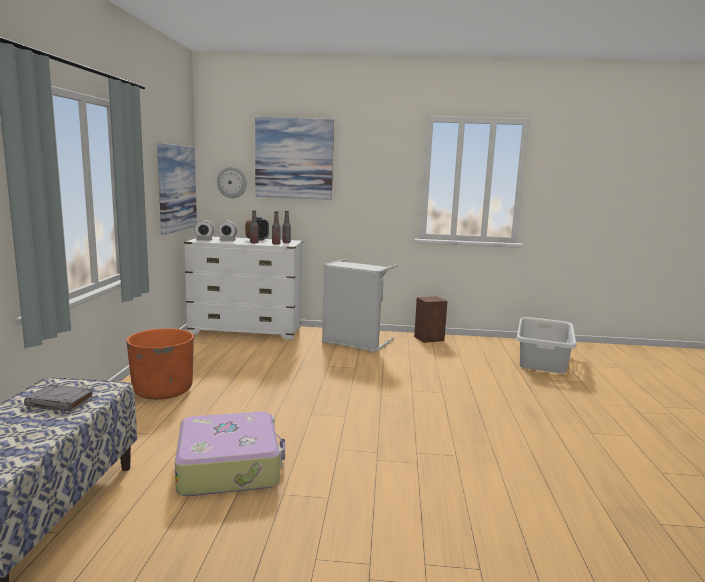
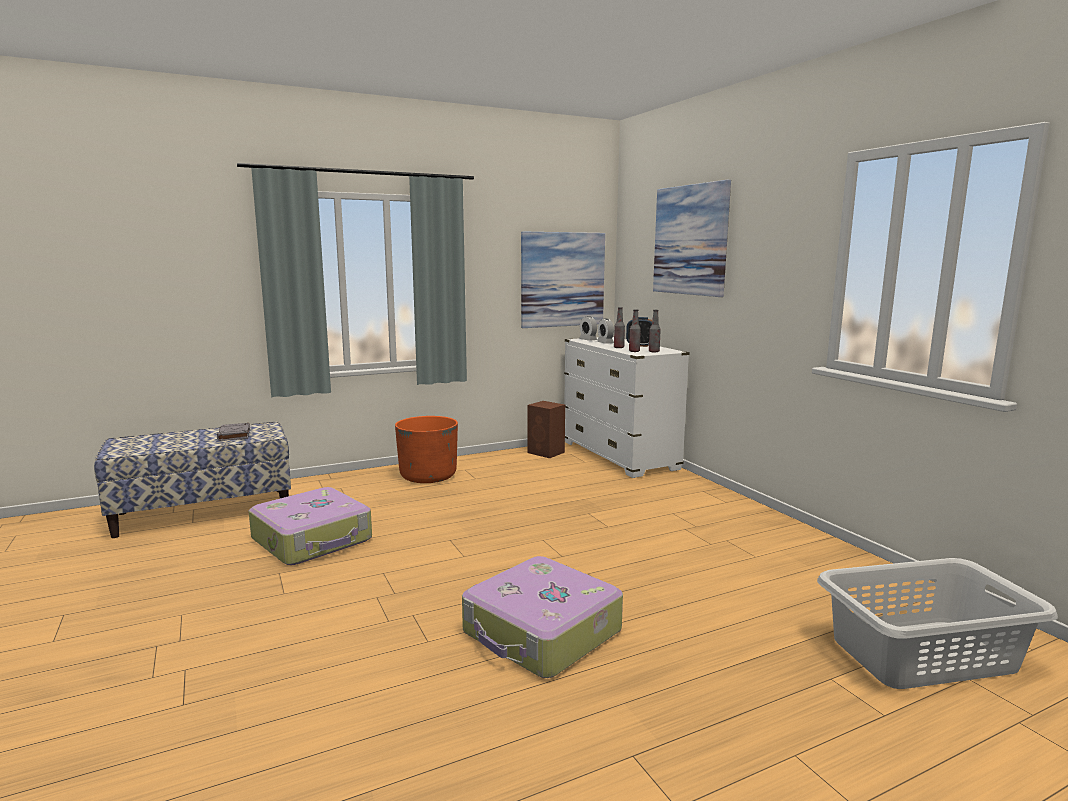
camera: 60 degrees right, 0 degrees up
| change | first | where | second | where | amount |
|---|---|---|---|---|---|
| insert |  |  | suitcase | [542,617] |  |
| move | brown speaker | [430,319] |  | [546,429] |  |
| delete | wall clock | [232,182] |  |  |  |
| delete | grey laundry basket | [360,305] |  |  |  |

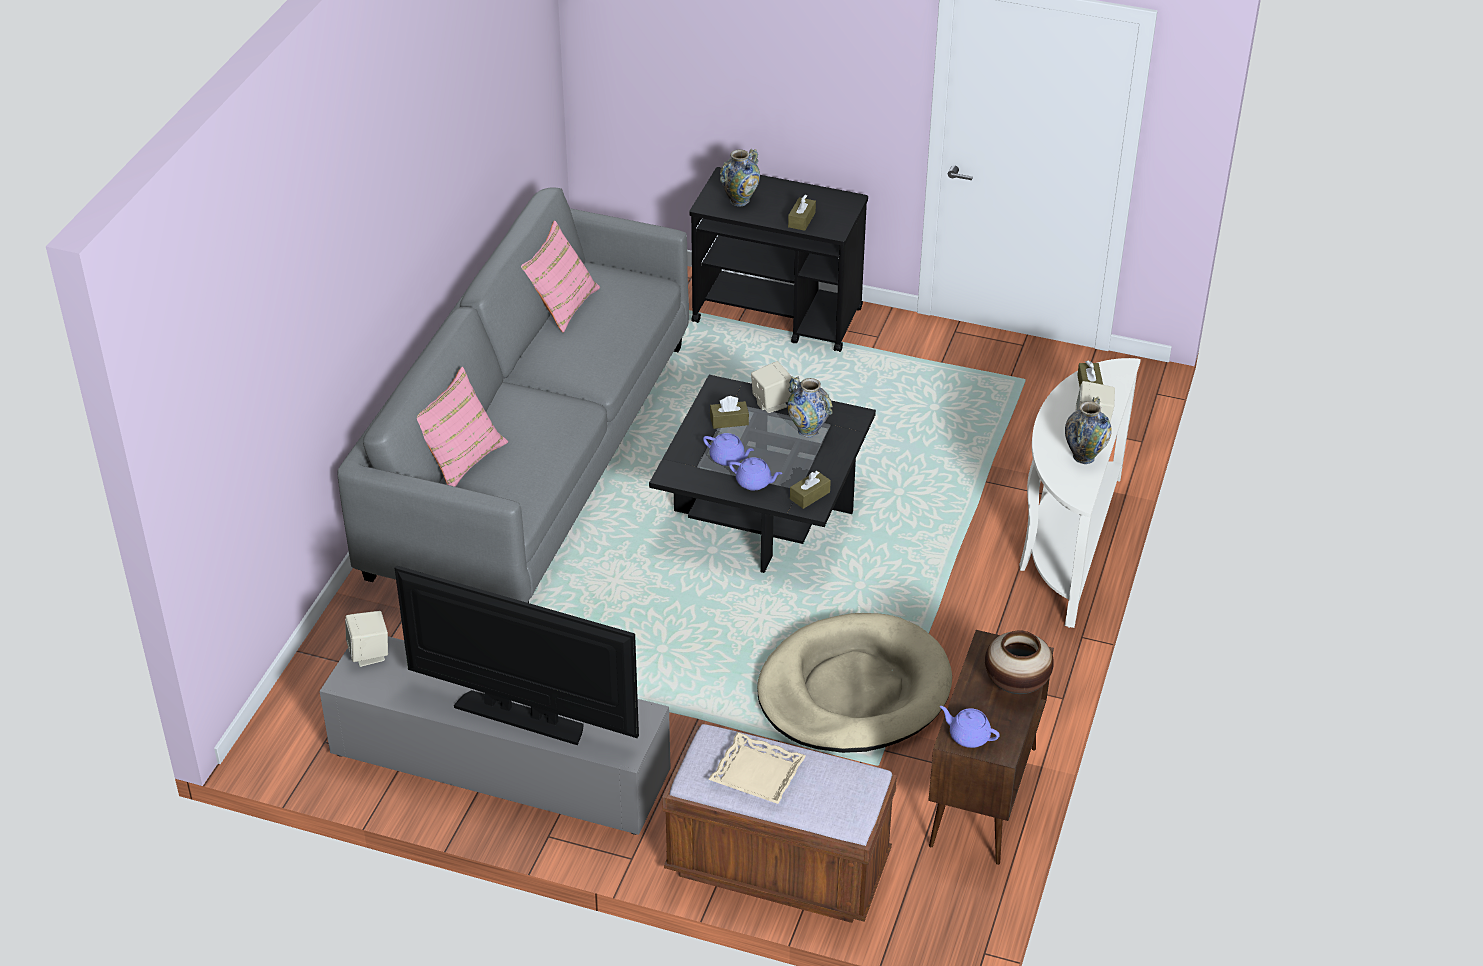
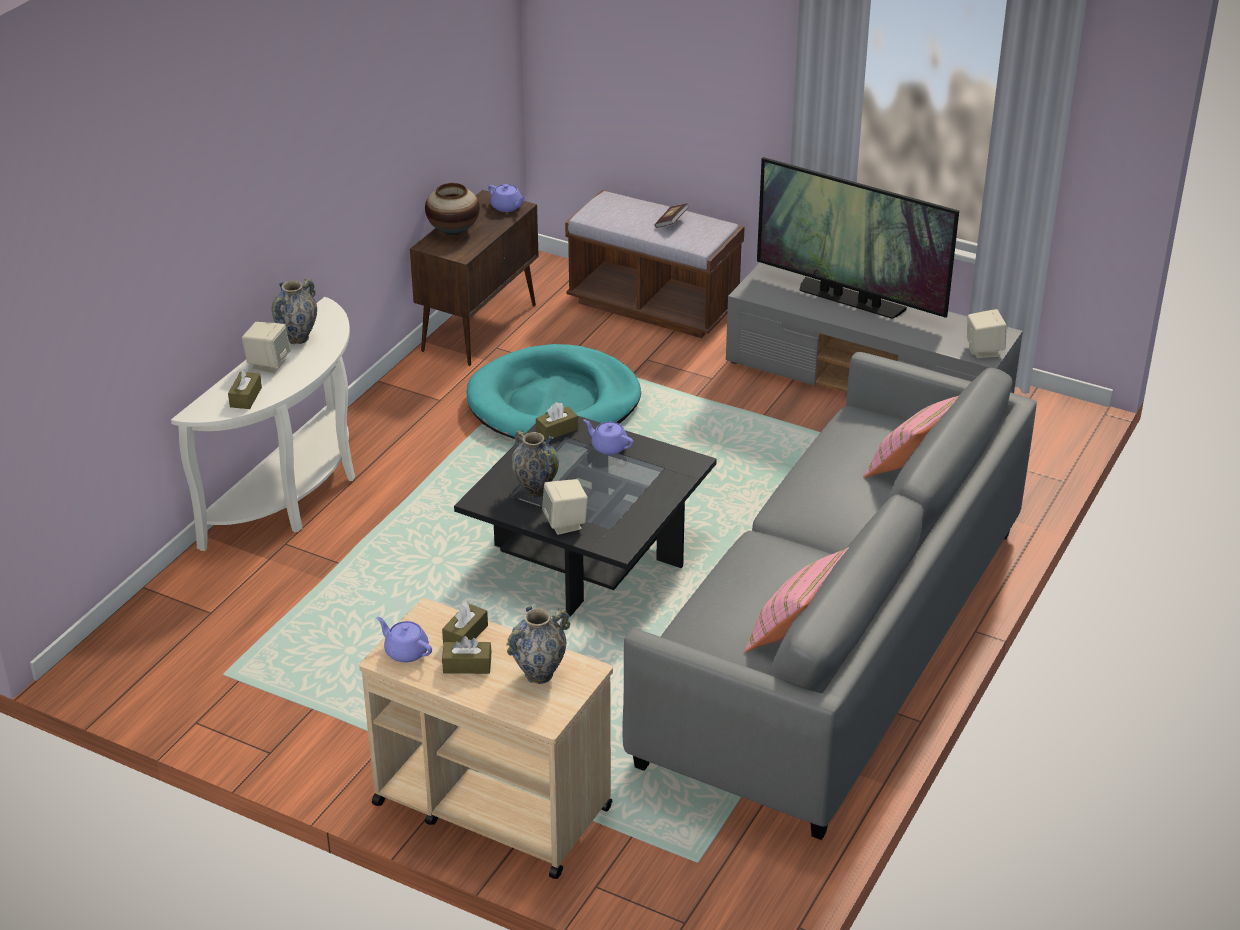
camera: 170 degrees left, 5 degrees down
| change | first | where | second | where | amount |
|---|---|---|---|---|---|
| recolor | black cart | [778,259] | beige cart | [486,738] |  |
| move | purple teapot | [728,449] |  | [404,640] |  |
| move | brown tissue box | [729,412] |  | [467,655] |  |
| recolor | beige dog bed | [854,683] | turquoise dog bed | [553,391] |  |
| replace | beige tray | [757,768] | book | [672,215] |  |

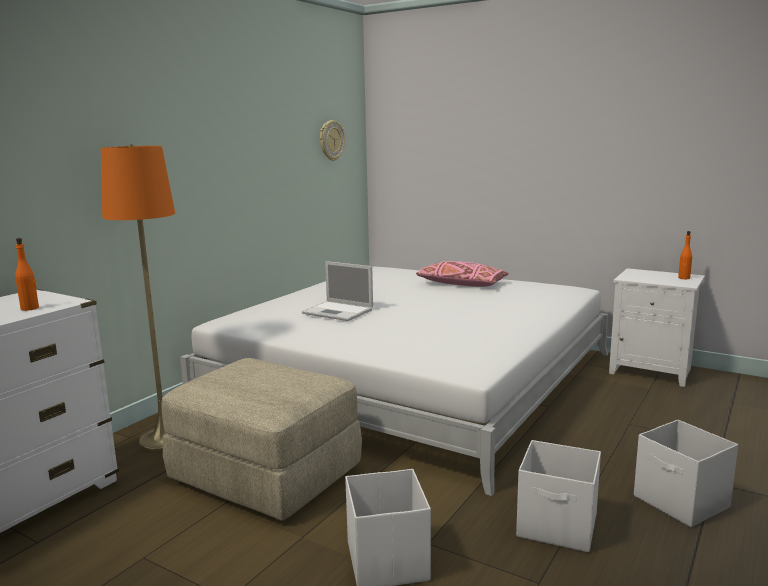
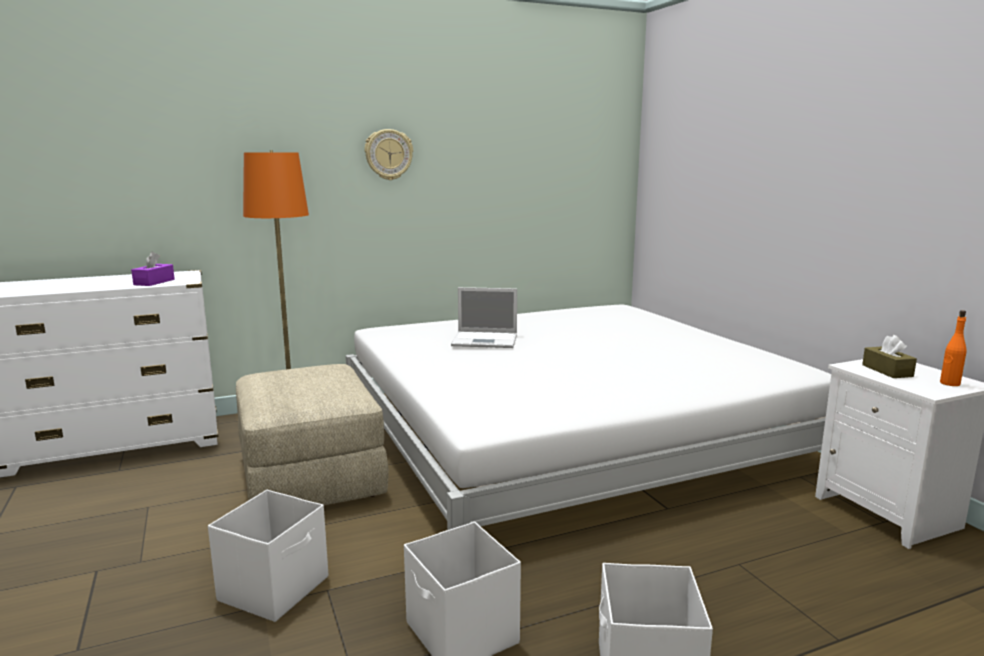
camera: 35 degrees right, 0 degrees up
| change | first | where | second | where | amount |
|---|---|---|---|---|---|
| replace | orange bottle | [27,274] | purple tissue box | [153,269] |  |
| move | wall clock | [332,140] |  | [389,154] |  |
| rotate | laptop | [337,291] |  | [484,317] | 60 degrees counterclockwise |
| insert |  |  | brown tissue box | [889,356] |  |
| delete | pink pillow | [462,274] |  |  |  |

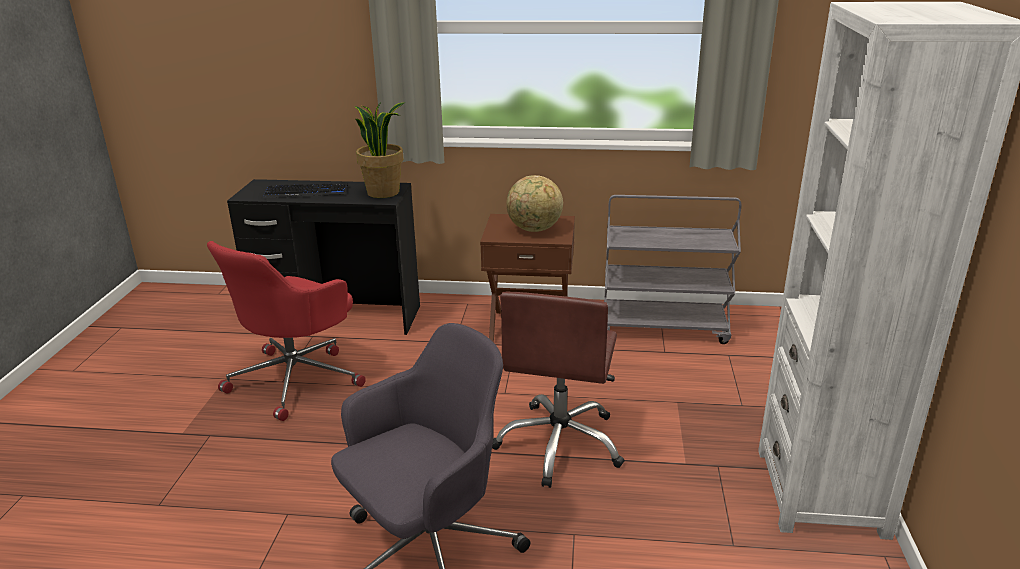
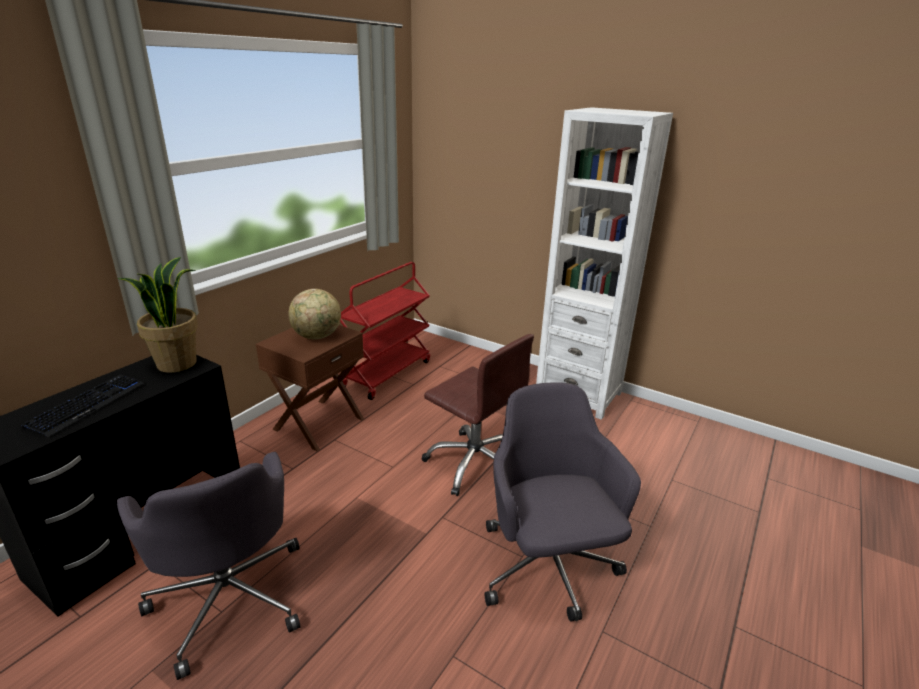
camera: 65 degrees left, 0 degrees up
| change | first | where | second | where | amount |
|---|---|---|---|---|---|
| recolor | red office chair | [286,331] | grey office chair | [208,566] |  |
| recolor | grey cart | [672,269] | red cart | [385,331] |  |

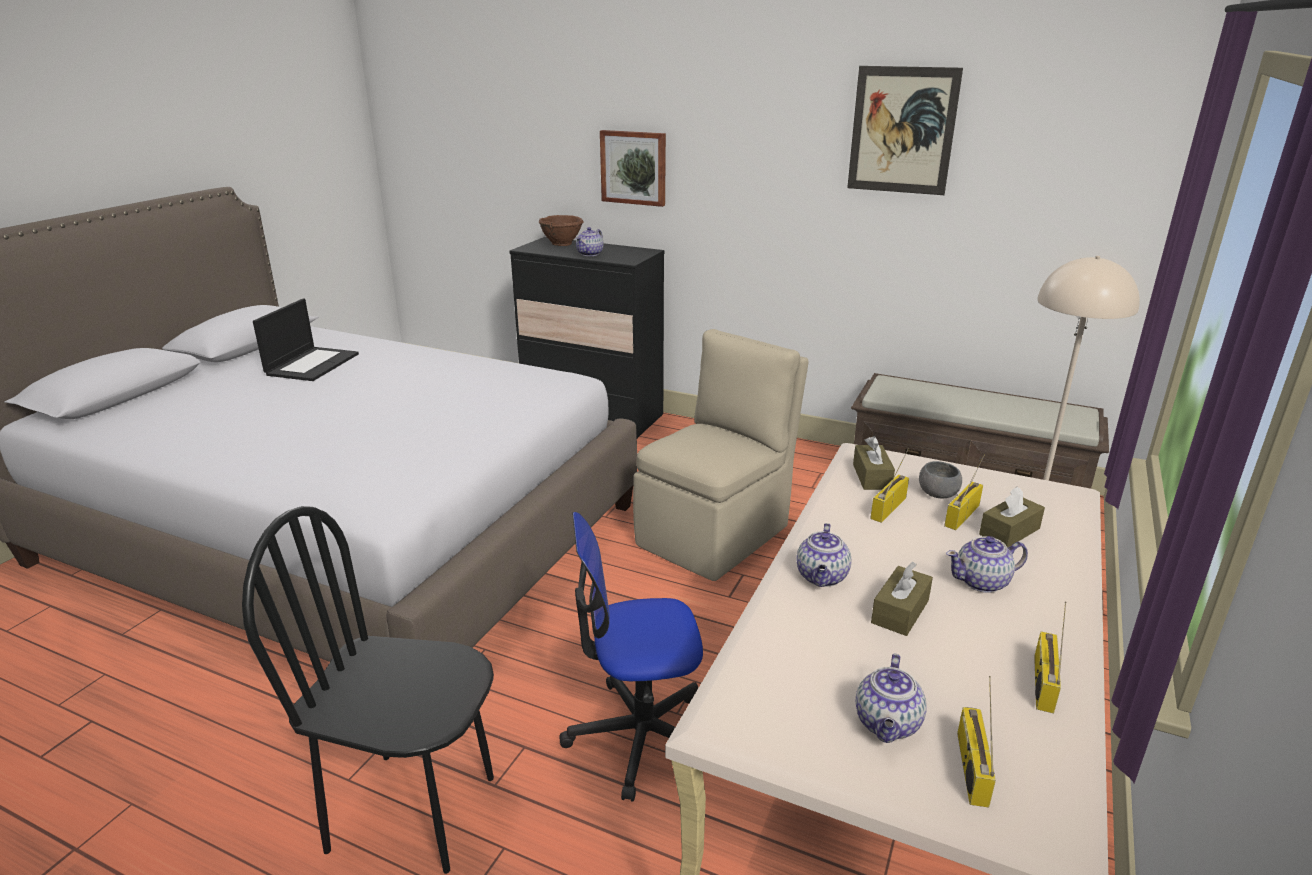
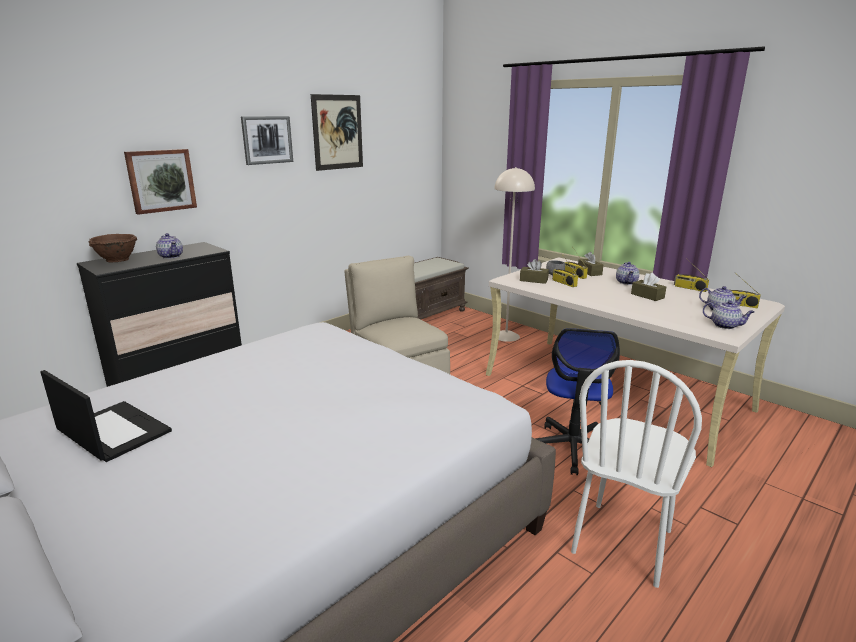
camera: 70 degrees left, 5 degrees down
| change | first | where | second | where | amount |
|---|---|---|---|---|---|
| insert |  |  | picture | [267,140] |  |
| recolor | black chair | [368,690] | white chair | [636,474] |  |
| move | teapot | [823,555] |  | [728,315] |  |

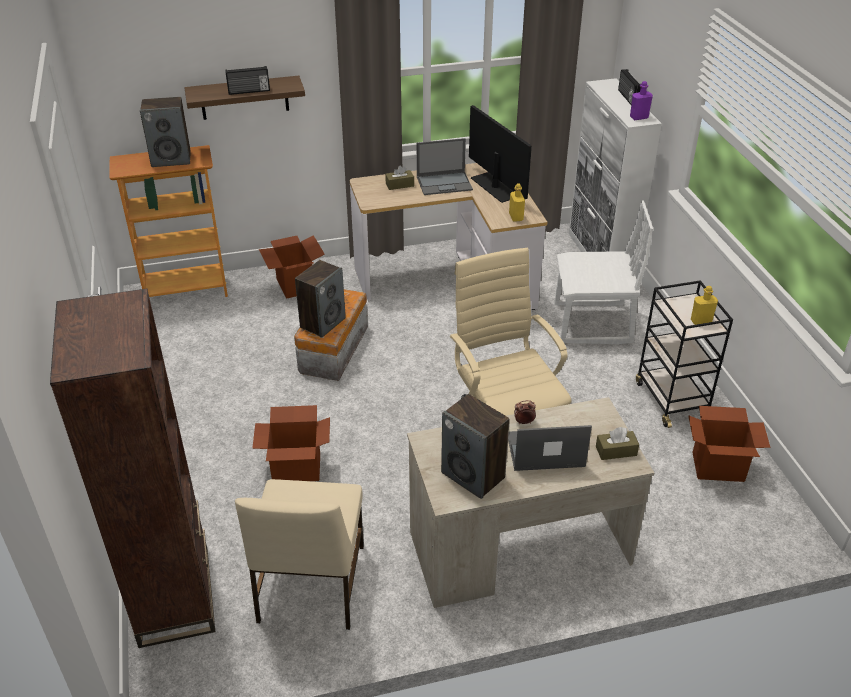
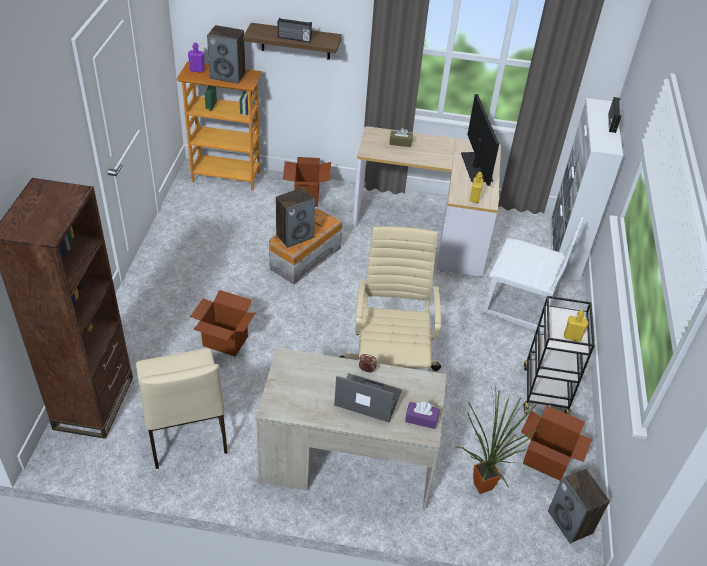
camera: 20 degrees right, 5 degrees up
| change | first | where | second | where | amount |
|---|---|---|---|---|---|
| rotate | beige chair | [299,554] |  | [182,408] | 45 degrees counterclockwise |
| move | purple bottle | [641,100] |  | [196,58] |  |
| recolor | brown tissue box | [617,443] | purple tissue box | [422,415] |  |
| insert |  |  | potted plant | [498,439] |  |
| move | speaker | [475,446] |  | [579,506] |  |
| delete | laptop | [445,166] |  |  |  |

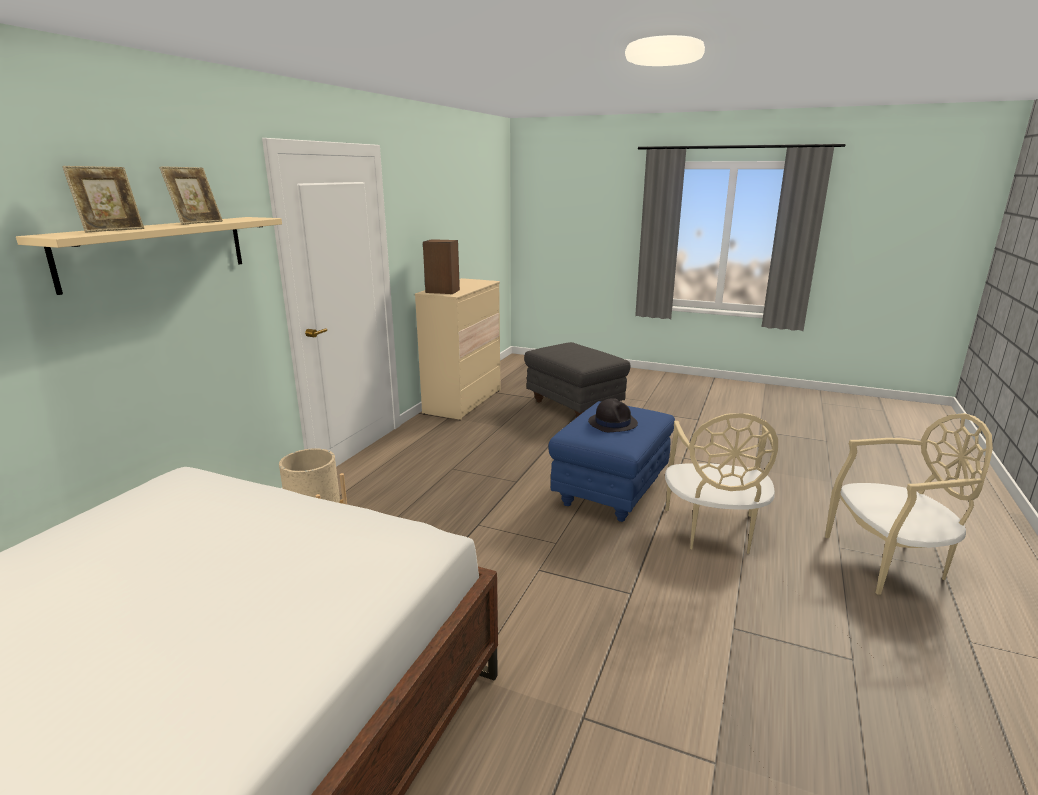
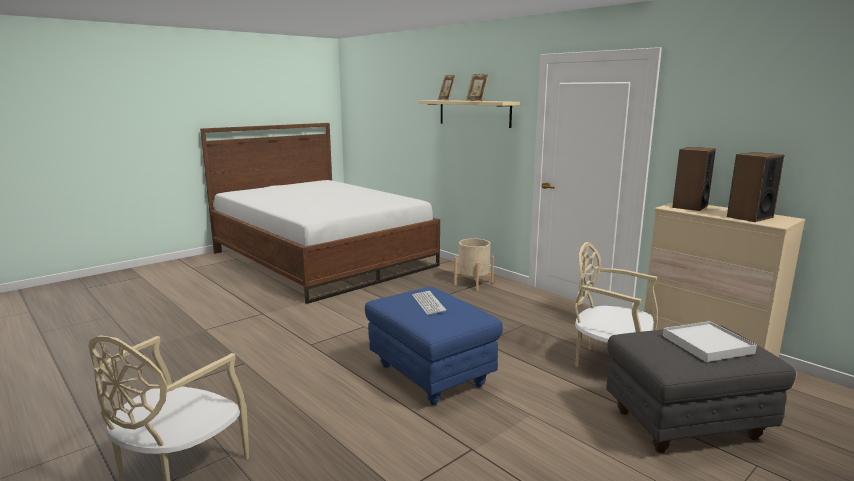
camera: 115 degrees right, 5 degrees down
| change | first | where | second | where | amount |
|---|---|---|---|---|---|
| replace | black hat | [613,415] | keyboard | [429,303] |  |
| move | beige chair | [721,483] |  | [616,304] |  |
| insert |  |  | white tray | [710,341] |  |
| insert |  |  | speaker | [755,187] |  |

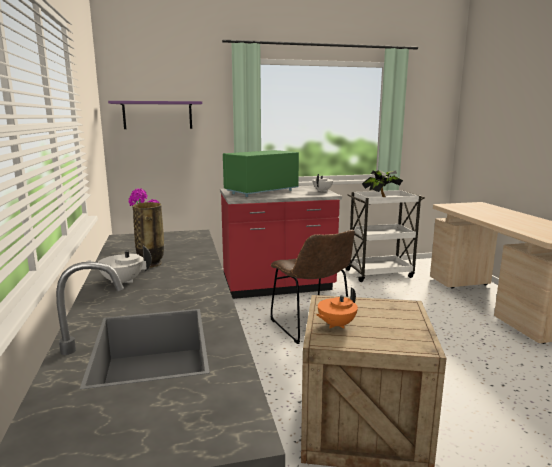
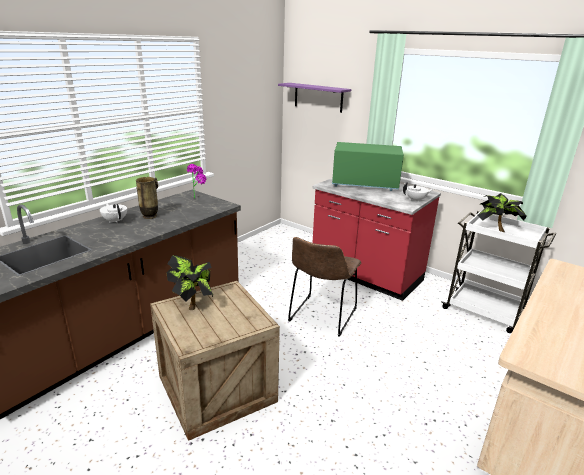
camera: 50 degrees right, 10 degrees up
| change | first | where | second | where | amount |
|---|---|---|---|---|---|
| replace | orange teapot | [337,307] | potted plant | [189,282] |  |

